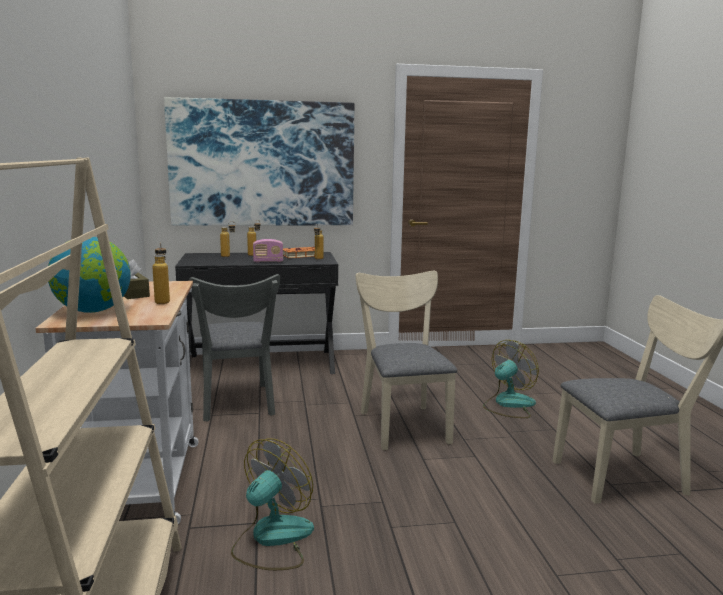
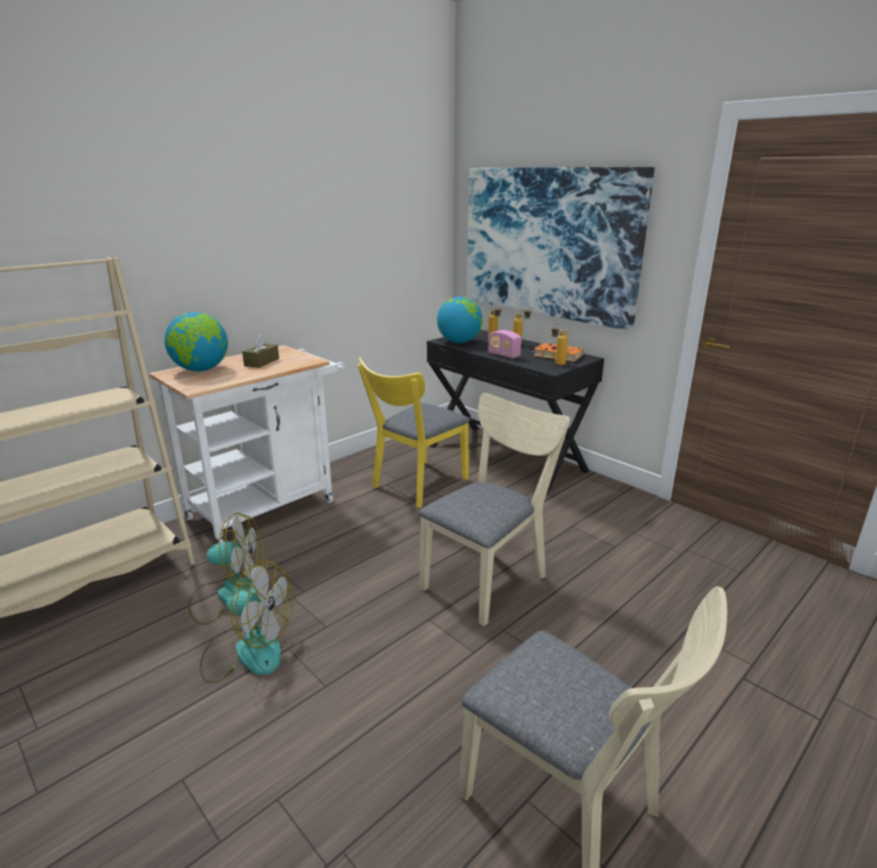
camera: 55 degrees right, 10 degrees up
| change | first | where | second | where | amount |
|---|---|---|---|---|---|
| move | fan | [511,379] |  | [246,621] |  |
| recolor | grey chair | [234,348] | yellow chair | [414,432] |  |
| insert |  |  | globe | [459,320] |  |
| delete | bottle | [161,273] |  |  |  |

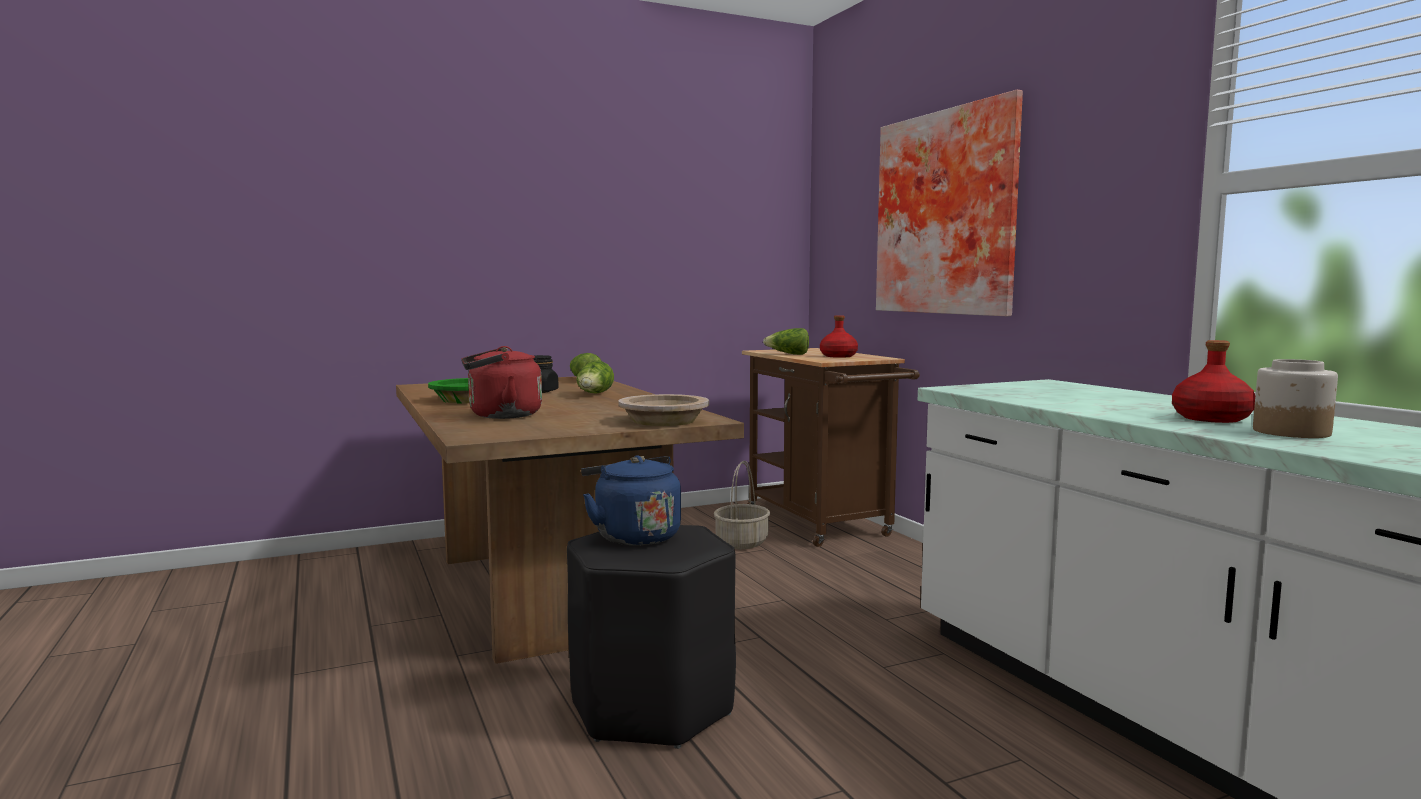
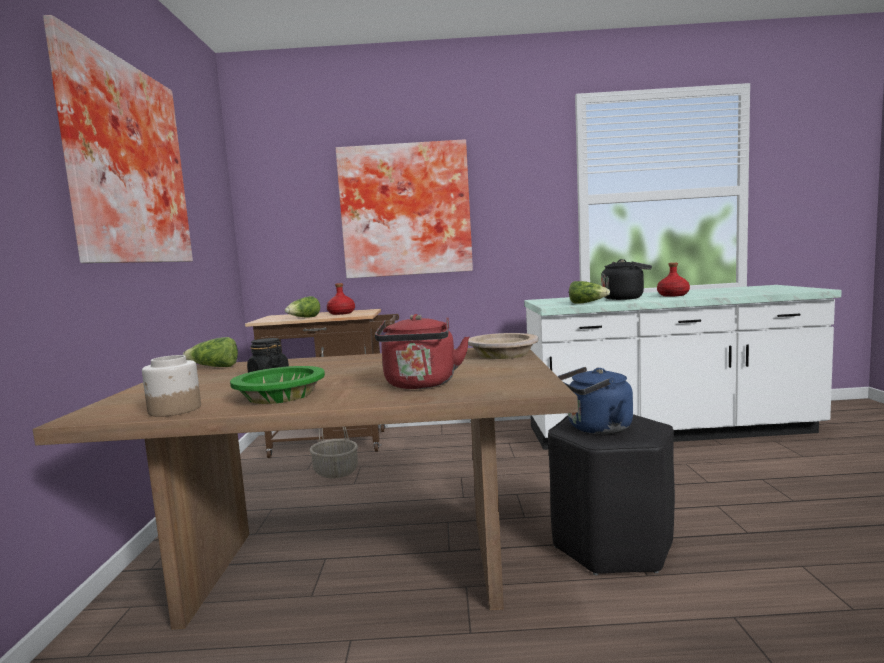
camera: 65 degrees left, 0 degrees up
| change | first | where | second | where | amount |
|---|---|---|---|---|---|
| insert |  |  | picture | [118,139] |  |
| move | jar | [1295,398] |  | [171,386] |  |
| move | lettuce | [595,377] |  | [589,292] |  |
| insert |  |  | black kettle | [626,279] |  |

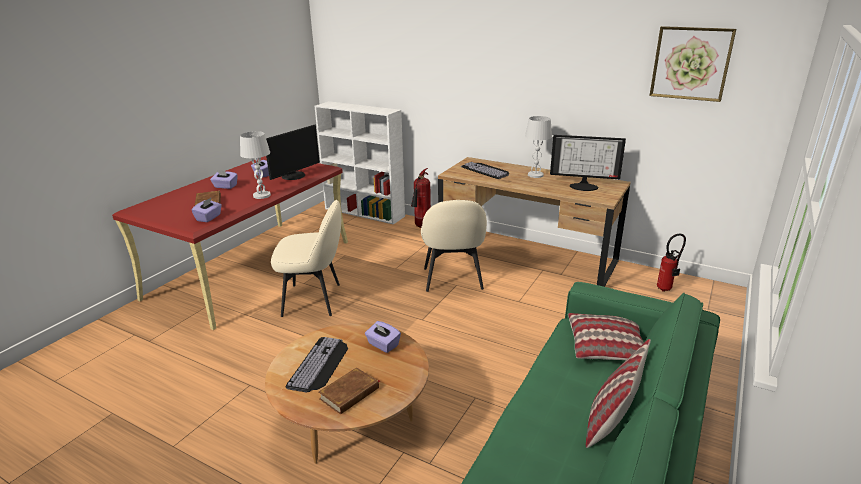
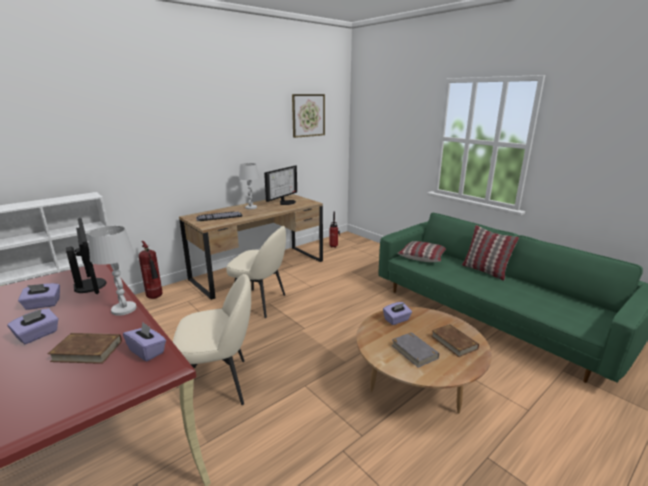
camera: 70 degrees left, 5 degrees down
| change | first | where | second | where | amount |
|---|---|---|---|---|---|
| rotate | beige chair | [306,258] |  | [212,339] | 60 degrees clockwise |
| replace | keyboard | [317,364] | grey book | [415,350] |  |

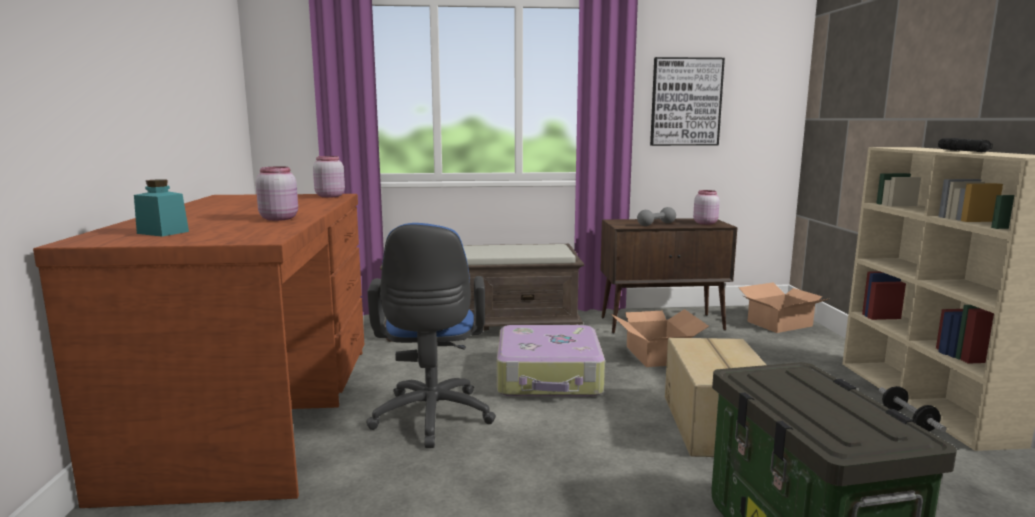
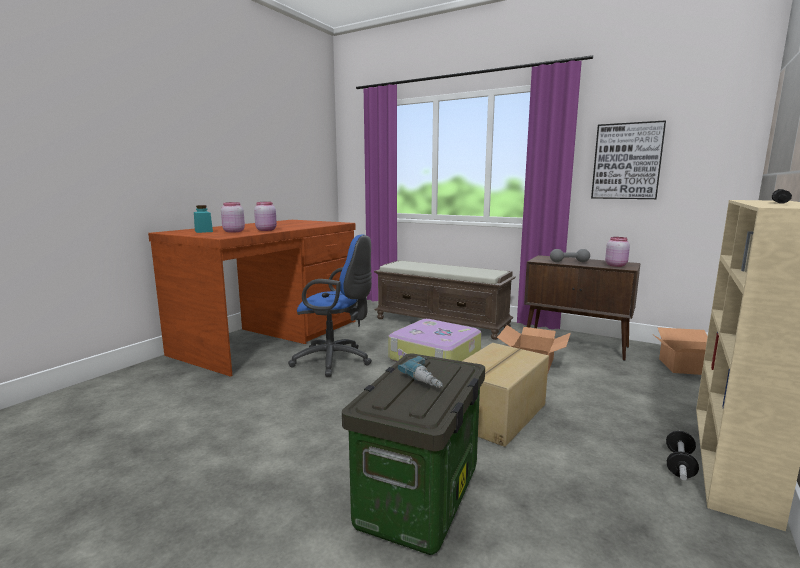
camera: 35 degrees right, 0 degrees up
| change | first | where | second | where | amount |
|---|---|---|---|---|---|
| move | pink jar | [329,177] |  | [233,217] |  |
| rotate | blue office chair | [431,335] |  | [330,306] | 105 degrees counterclockwise |
| insert |  |  | power drill | [420,372] |  |

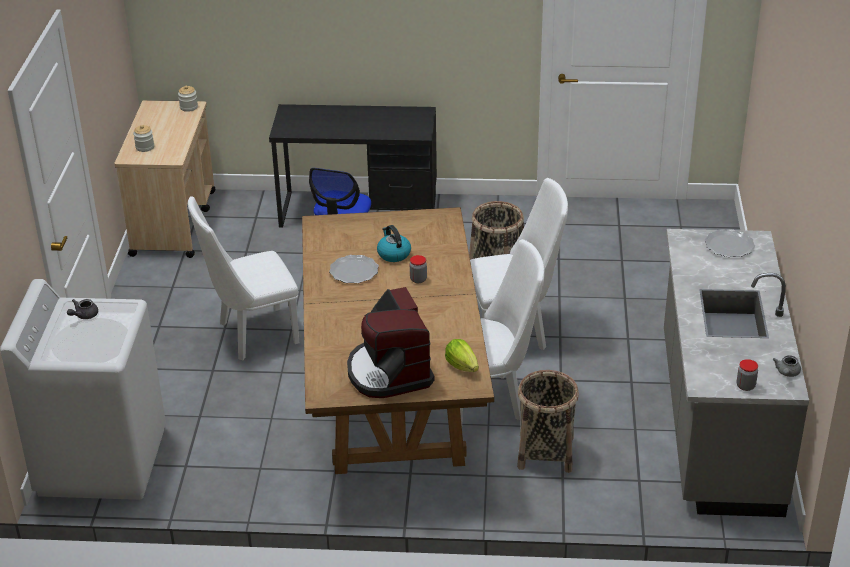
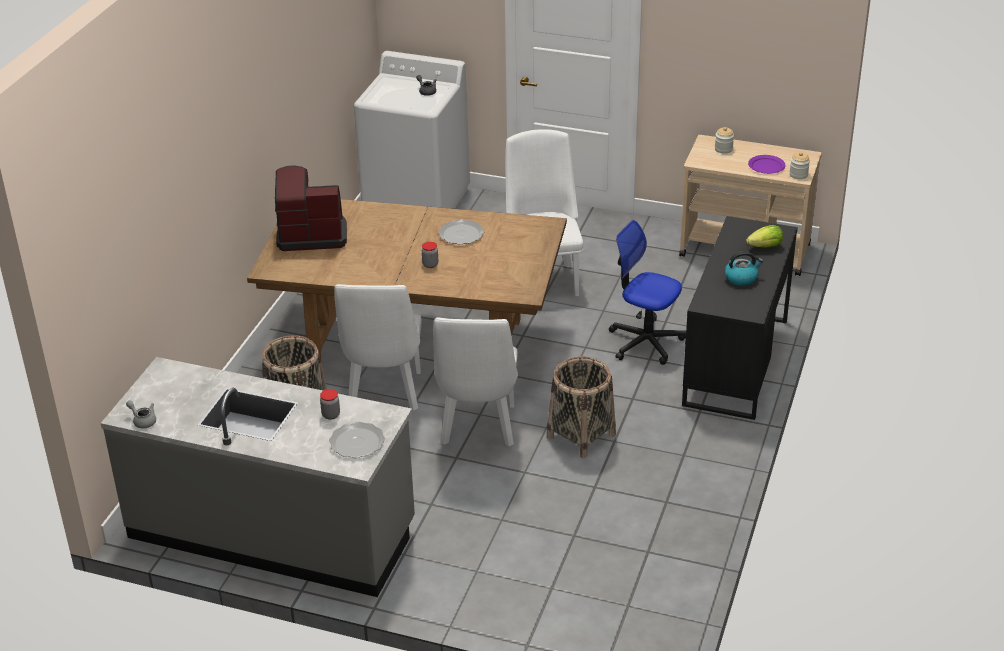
camera: 105 degrees right, 0 degrees up
| change | first | where | second | where | amount |
|---|---|---|---|---|---|
| move | jar | [747,375] |  | [330,404] |  |
| move | kettle | [394,243] |  | [743,268] |  |
| move | lettuce | [462,355] |  | [764,236] |  |
| insert |  |  | purple plate | [766,164] |  |

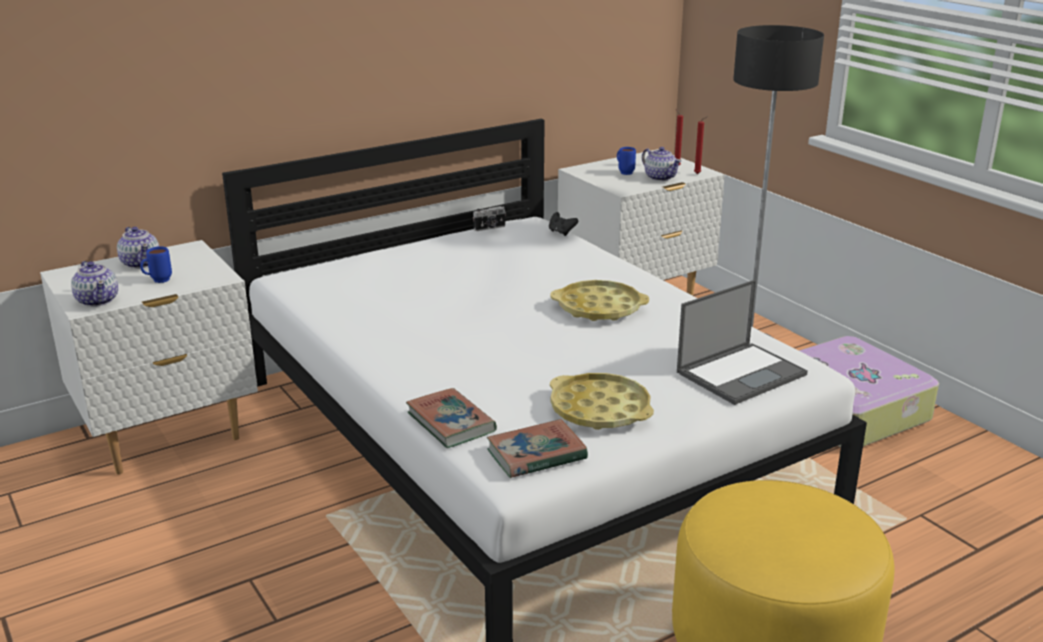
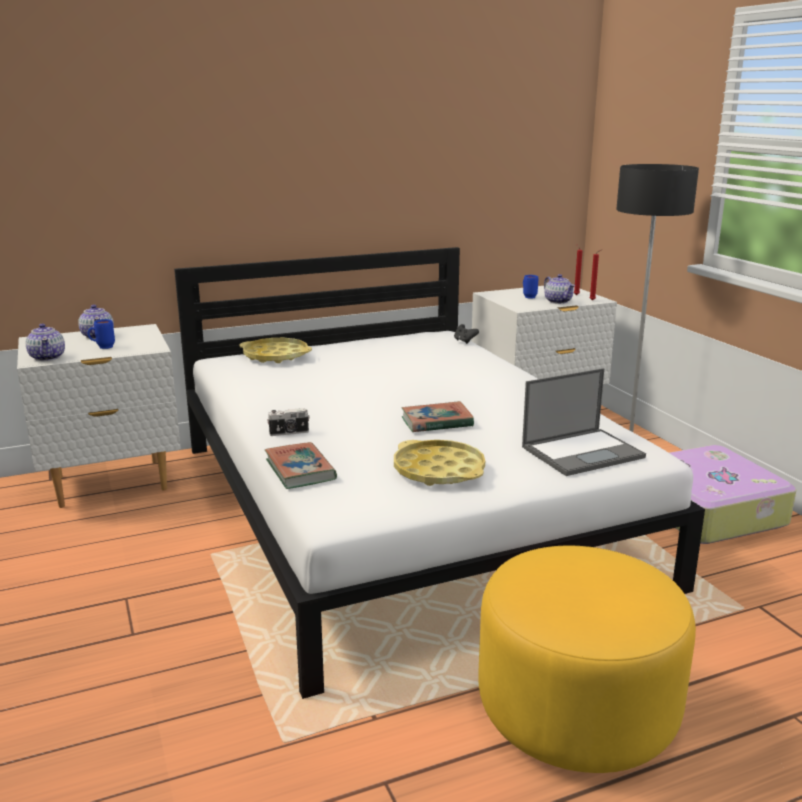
camera: 10 degrees right, 5 degrees down
| change | first | where | second | where | amount |
|---|---|---|---|---|---|
| move | yellow tray | [600,300] |  | [275,350] |  |
| move | photo camera | [489,218] |  | [288,422] |  |
| move | book | [537,448] |  | [438,416] |  |

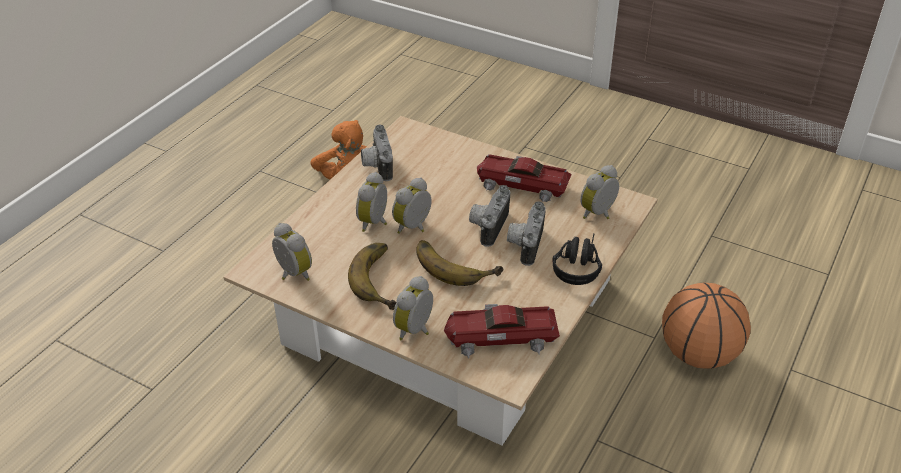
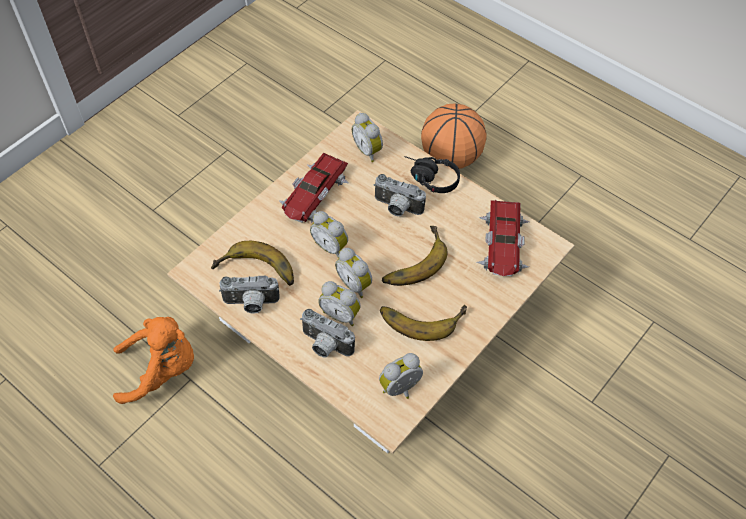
camera: 80 degrees left, 15 degrees up
| change | first | where | second | where | amount |
|---|---|---|---|---|---|
| insert |  |  | banana | [252,263] |  |
| move | photo camera | [489,216] |  | [327,333] |  |
| move | alarm clock | [413,308] |  | [329,235] |  |

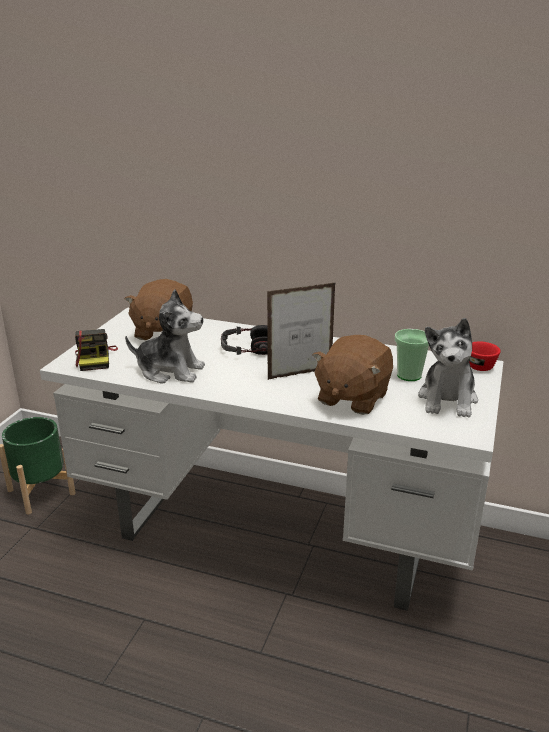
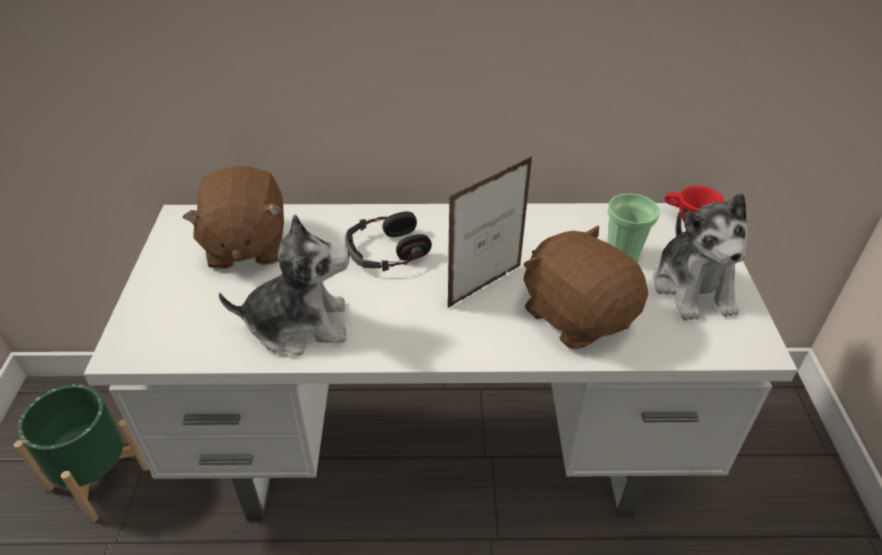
camera: 20 degrees left, 15 degrees up
| change | first | where | second | where | amount |
|---|---|---|---|---|---|
| rotate | brown plush toy | [352,375] |  | [585,287] | 135 degrees clockwise |
| delete | photo camera | [96,350] |  |  |  |

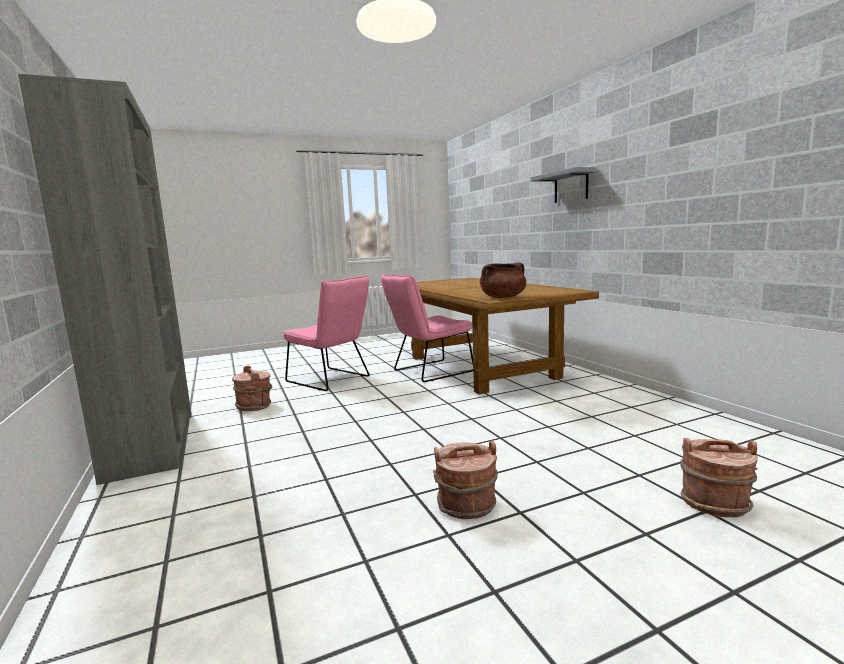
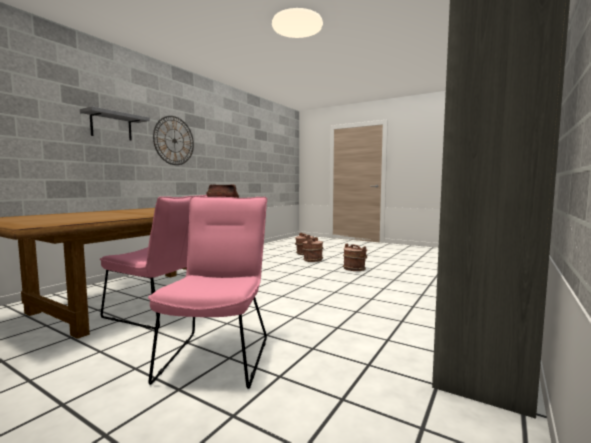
camera: 125 degrees left, 5 degrees down
| change | first | where | second | where | amount |
|---|---|---|---|---|---|
| insert |  |  | wall clock | [173,140] |  |
| move | brown bucket | [252,388] |  | [312,249] |  |

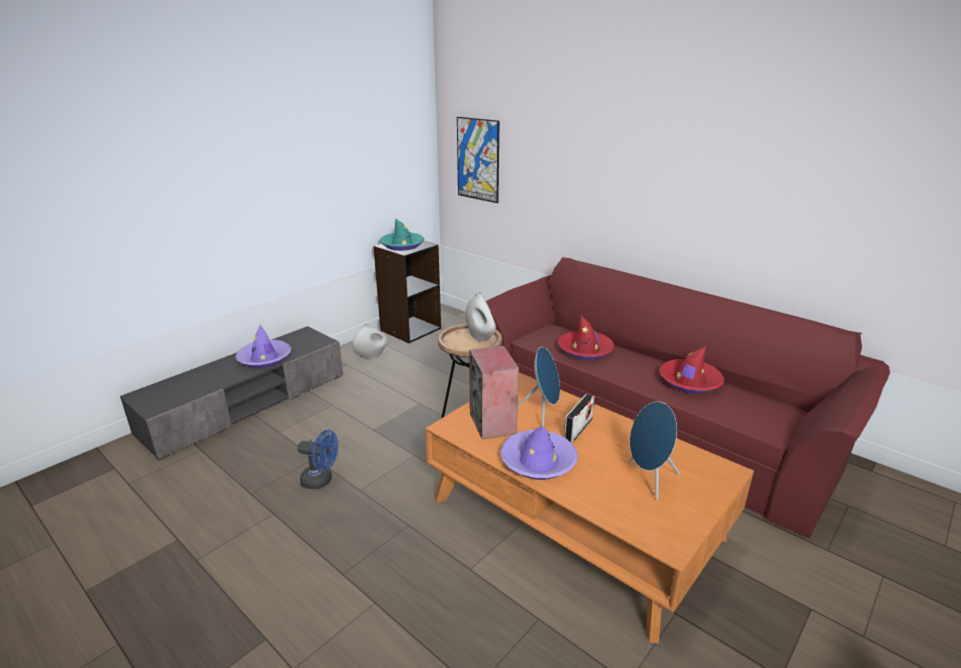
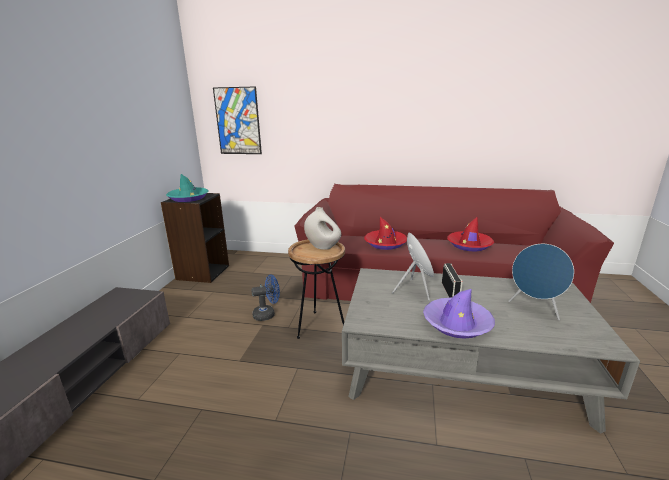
camera: 30 degrees left, 5 degrees down
| change | first | where | second | where | amount |
|---|---|---|---|---|---|
| move | blue fan | [318,459] |  | [265,298] |  |
| recolor | orange coffee table | [589,508] | grey coffee table | [491,351] |  |
| delete | purple hat | [263,346] |  |  |  |
| delete | white vase | [370,341] |  |  |  |
| delete | speaker | [494,392] |  |  |  |

